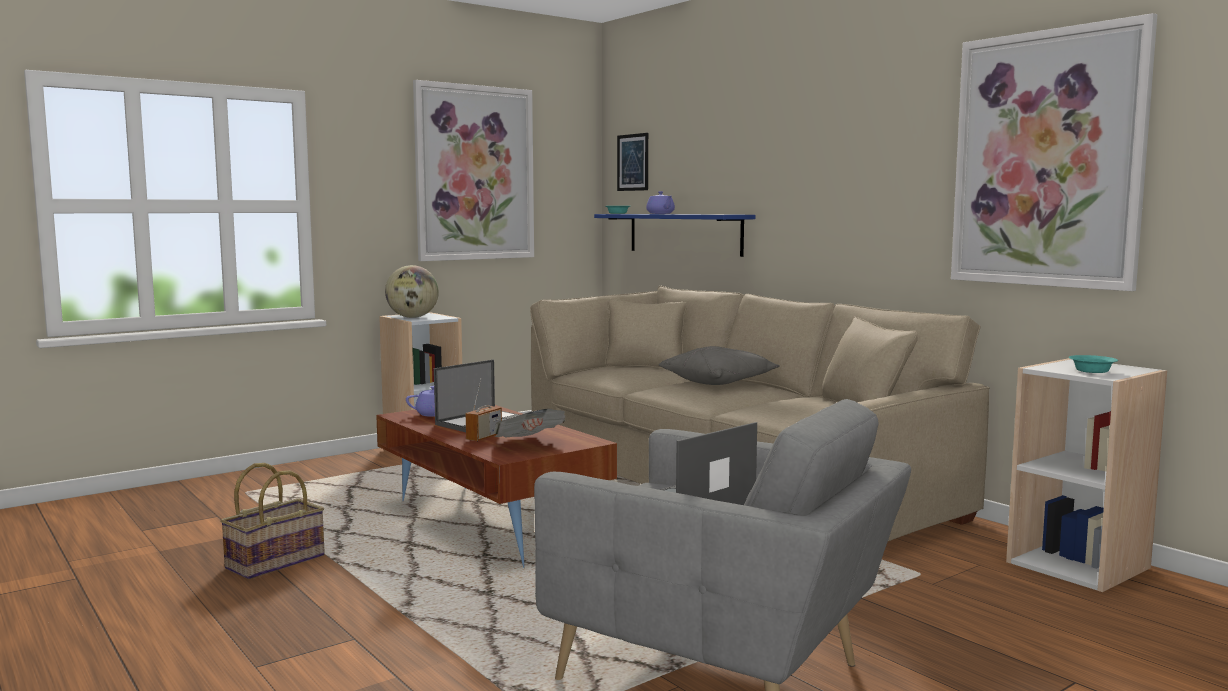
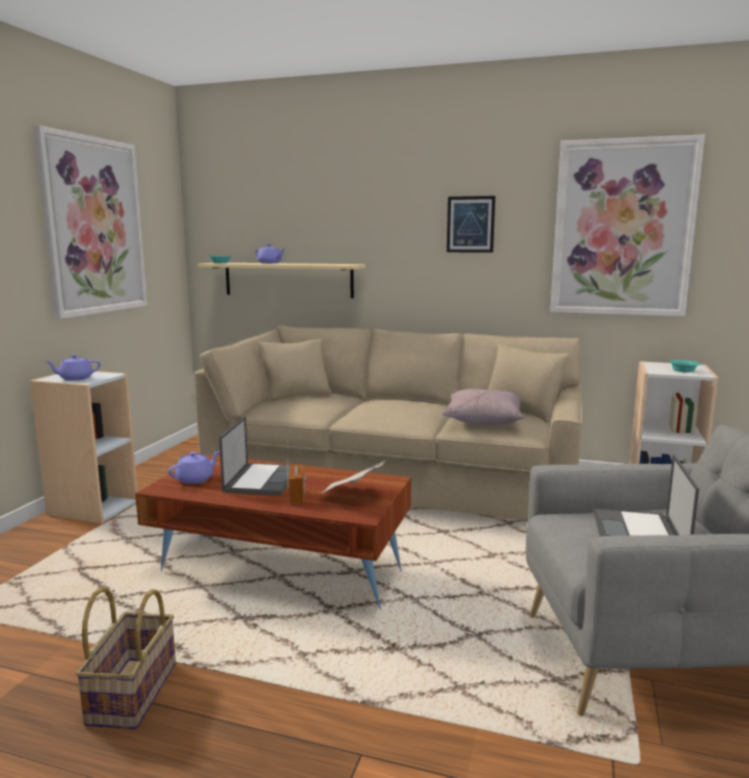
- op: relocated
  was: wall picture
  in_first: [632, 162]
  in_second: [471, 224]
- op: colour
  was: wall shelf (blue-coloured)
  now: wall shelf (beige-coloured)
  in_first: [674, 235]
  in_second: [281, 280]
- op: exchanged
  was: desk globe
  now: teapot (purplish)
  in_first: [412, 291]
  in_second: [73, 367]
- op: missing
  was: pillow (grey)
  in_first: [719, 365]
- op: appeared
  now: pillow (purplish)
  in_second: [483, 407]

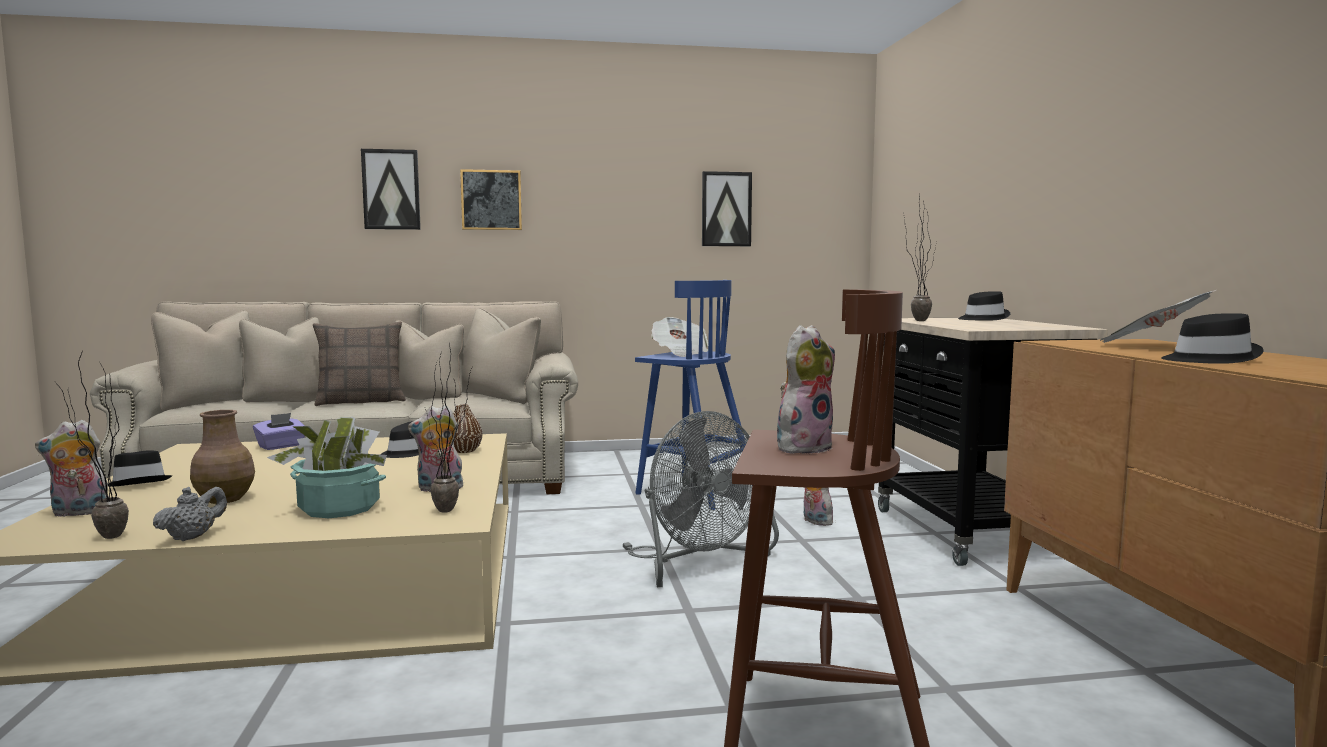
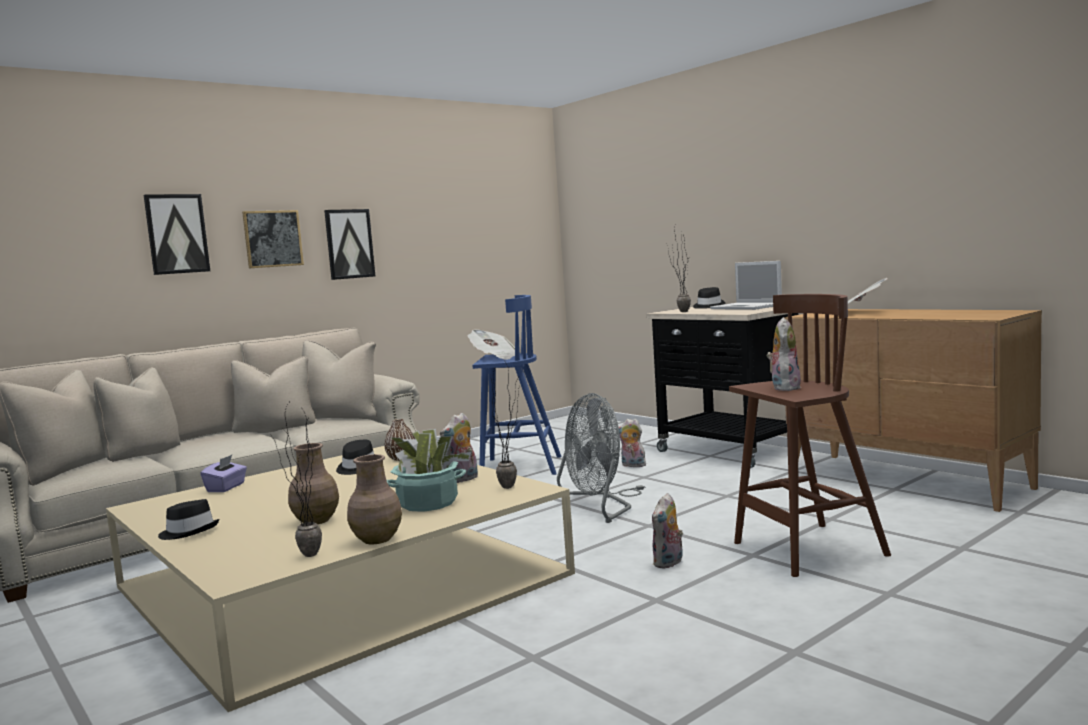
- op: relocated
  was: wall picture
  in_first: [727, 208]
  in_second: [349, 244]
- op: missing
  was: wearable hat (black-coloured)
  in_first: [1212, 338]
- op: missing
  was: pillow
  in_first: [359, 363]
- op: spun
  was: cooling fan (grey)
  in_first: [701, 499]
  in_second: [601, 458]
  clockwise: 135
- op: relocated
  was: plush toy
  in_first: [72, 468]
  in_second: [667, 531]
- op: exchanged
  was: teapot (grey)
  now: flower vase (brown)
  in_first: [190, 514]
  in_second: [374, 499]
- op: appeared
  now: laptop
  in_second: [746, 285]

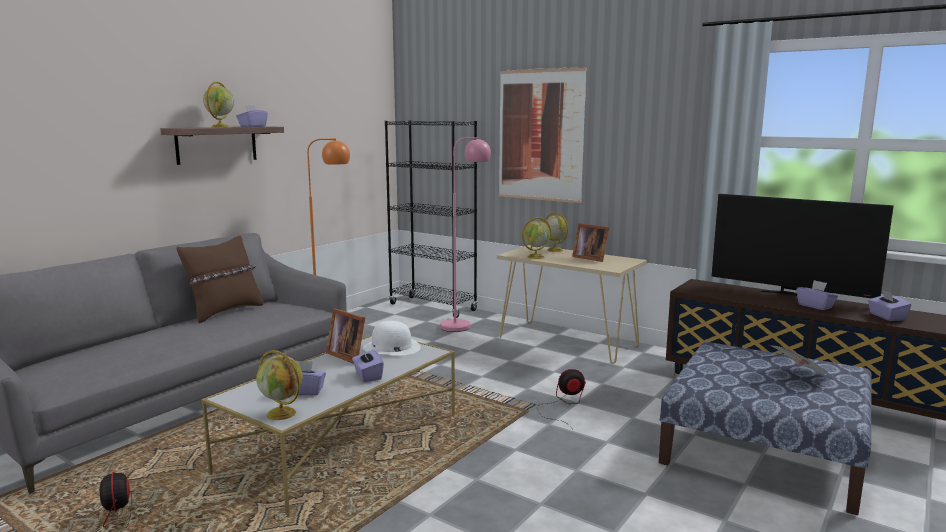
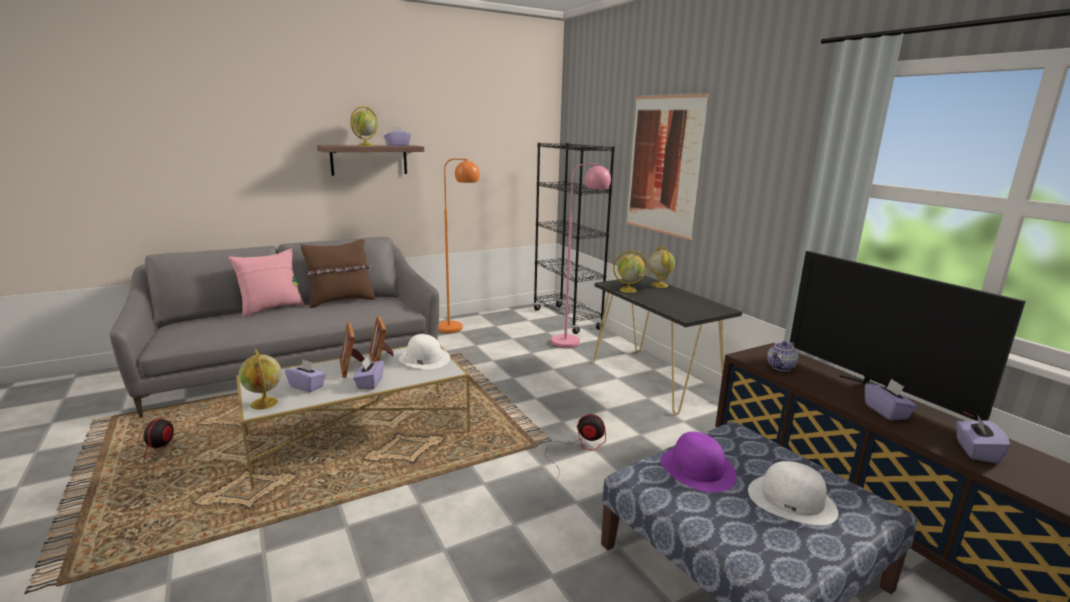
- op: relocated
  was: standing frame
  in_first: [590, 242]
  in_second: [352, 350]
- op: colour
  was: hall table (beige-coloured)
  now: hall table (black-coloured)
  in_first: [572, 304]
  in_second: [667, 345]
- op: exchanged
  was: printed paper
  now: wearable hat (white)
  in_first: [801, 360]
  in_second: [793, 493]
- op: appeared
  now: pillow (pink-coloured)
  in_second: [266, 283]
- op: appeared
  now: teapot
  in_second: [782, 356]
- op: appeared
  now: wearable hat (purplish)
  in_second: [698, 462]

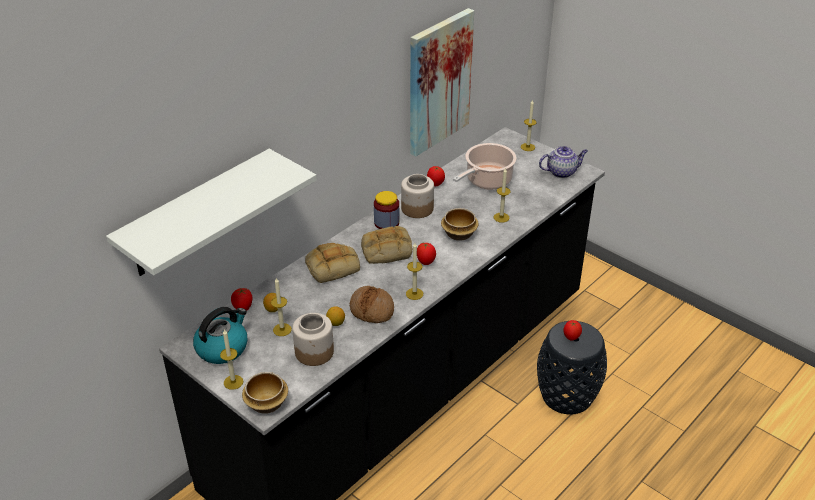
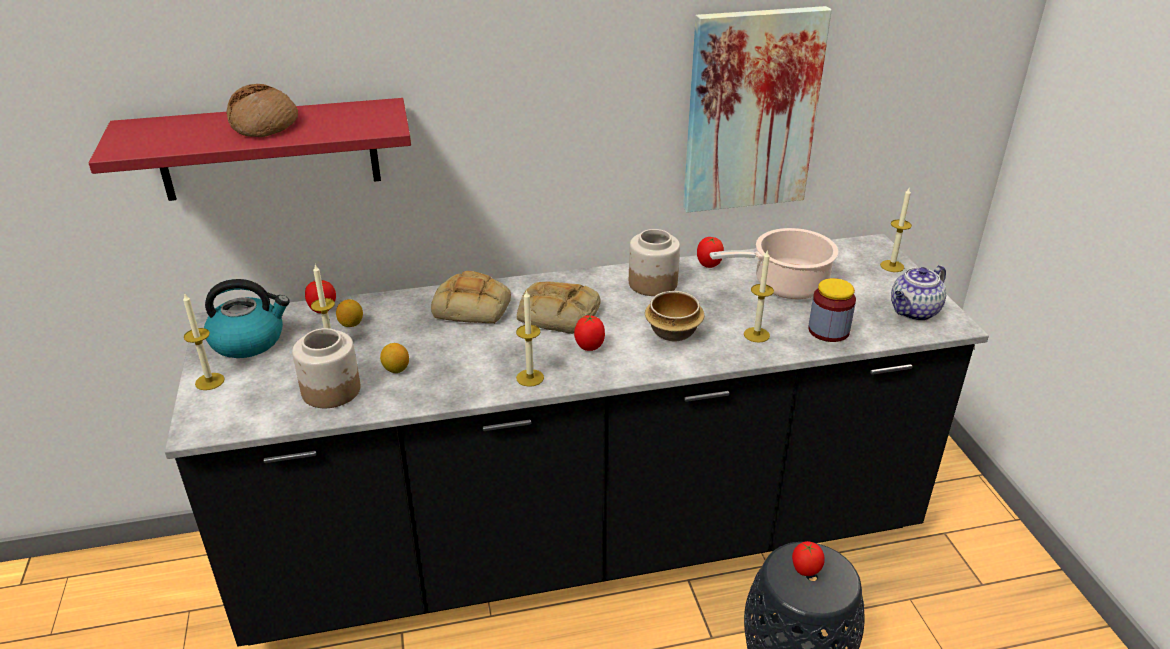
- op: spun
  was: teapot
  in_first: [563, 162]
  in_second: [918, 293]
  clockwise: 120
- op: colour
  was: wall shelf (white)
  now: wall shelf (red)
  in_first: [211, 212]
  in_second: [250, 149]
- op: relocated
  was: preserve jar
  in_first: [386, 210]
  in_second: [832, 310]
- op: relocated
  was: bread
  in_first: [372, 304]
  in_second: [262, 110]
- op: missing
  was: bowl
  in_first: [265, 393]

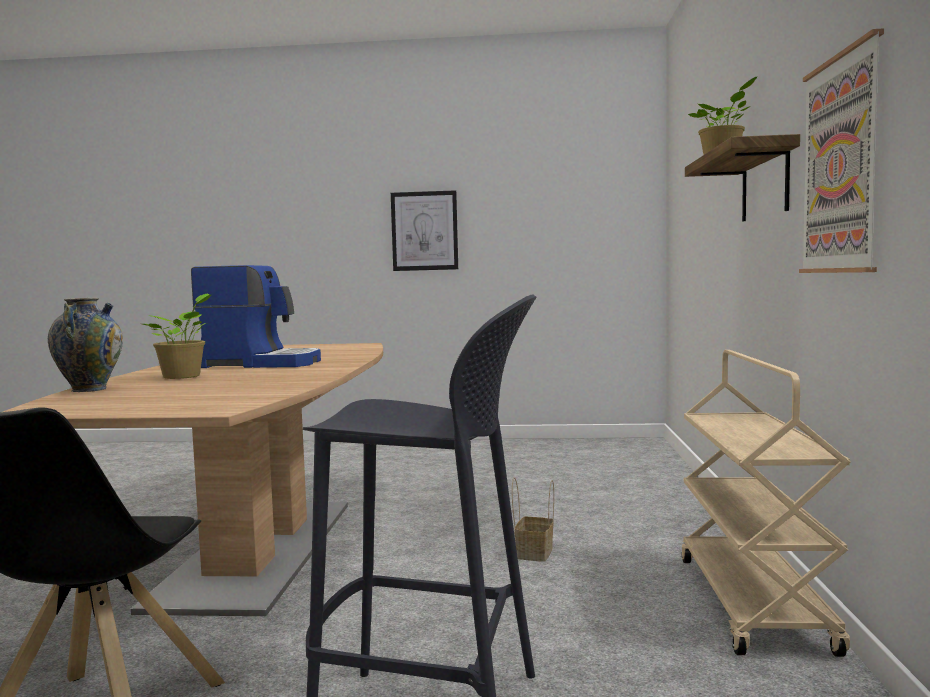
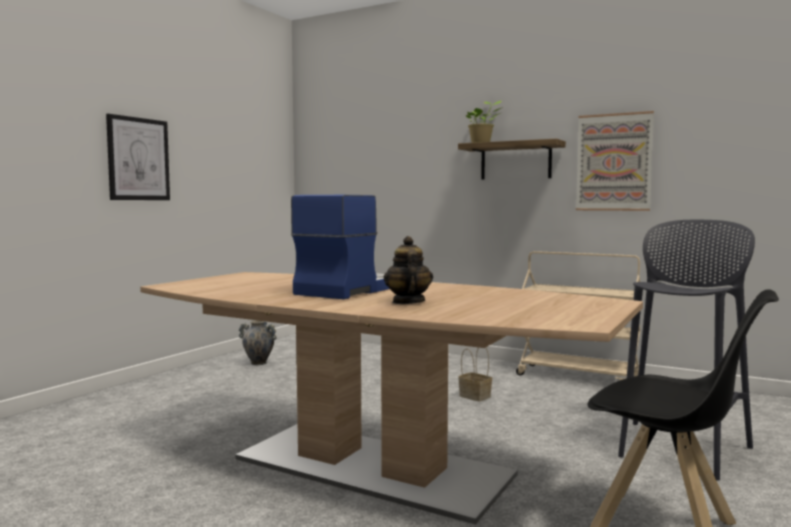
- op: exchanged
  was: houseplant
  now: teapot
  in_first: [177, 336]
  in_second: [408, 270]
- op: relocated
  was: flower vase
  in_first: [85, 345]
  in_second: [258, 342]

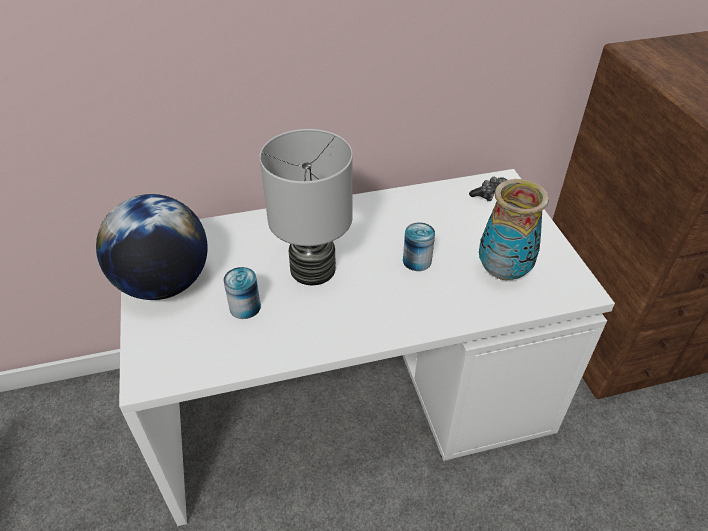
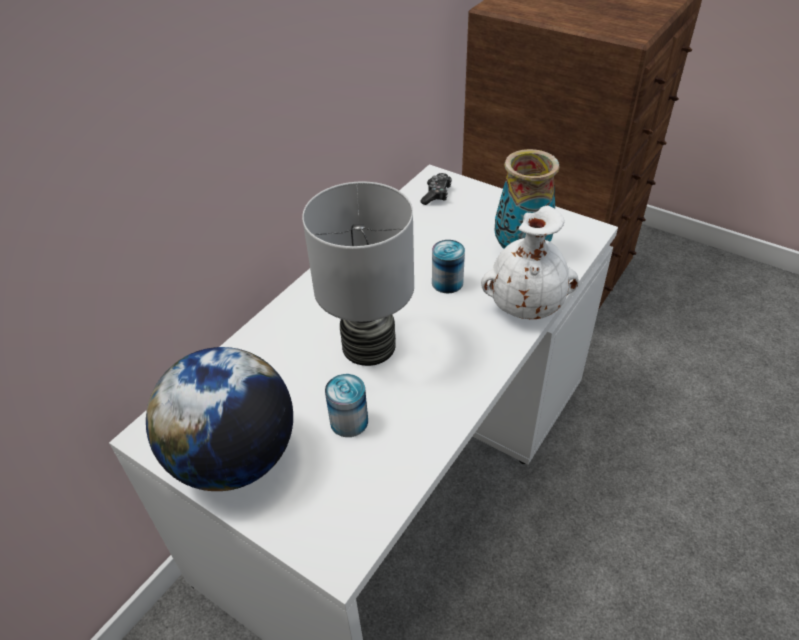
- op: appeared
  now: flower vase (white)
  in_second: [530, 262]

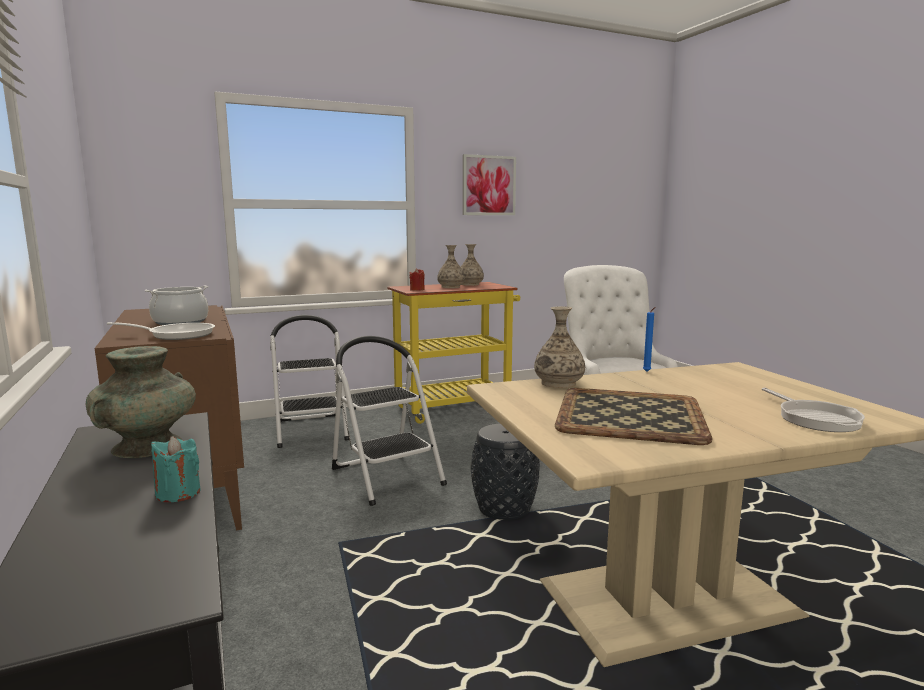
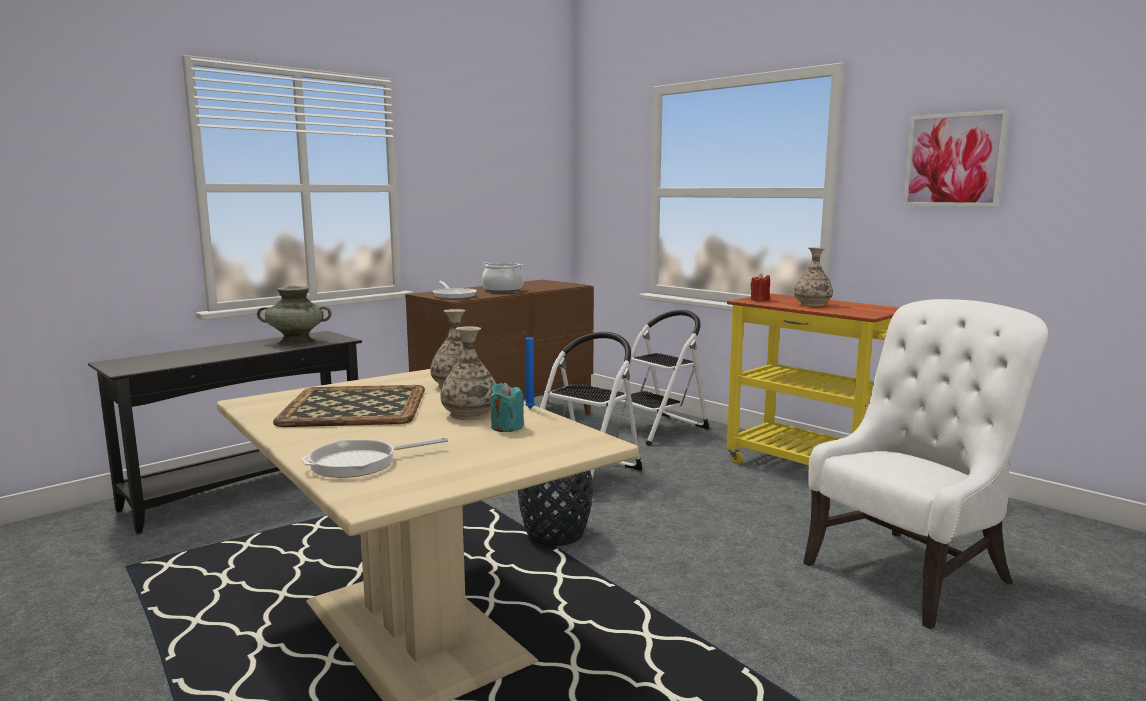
- op: relocated
  was: flower vase
  in_first: [472, 265]
  in_second: [468, 373]
- op: relocated
  was: wax candle (blue-green)
  in_first: [176, 469]
  in_second: [507, 407]

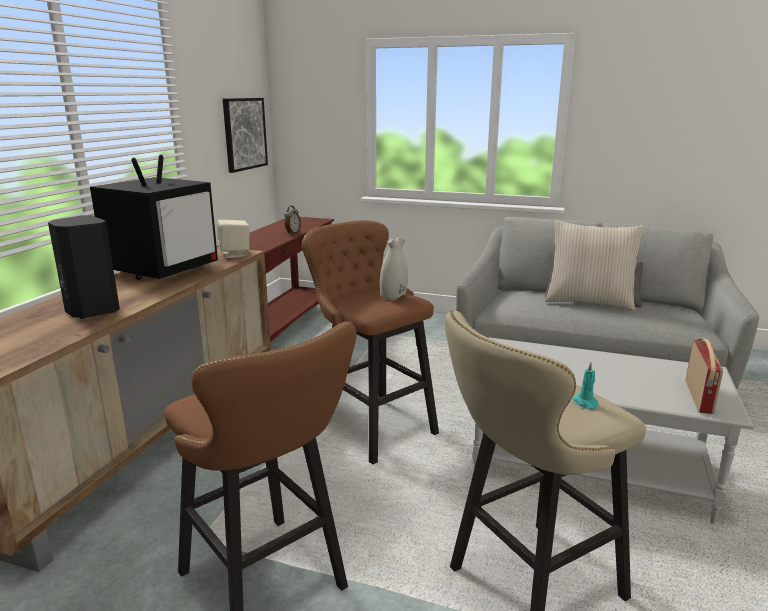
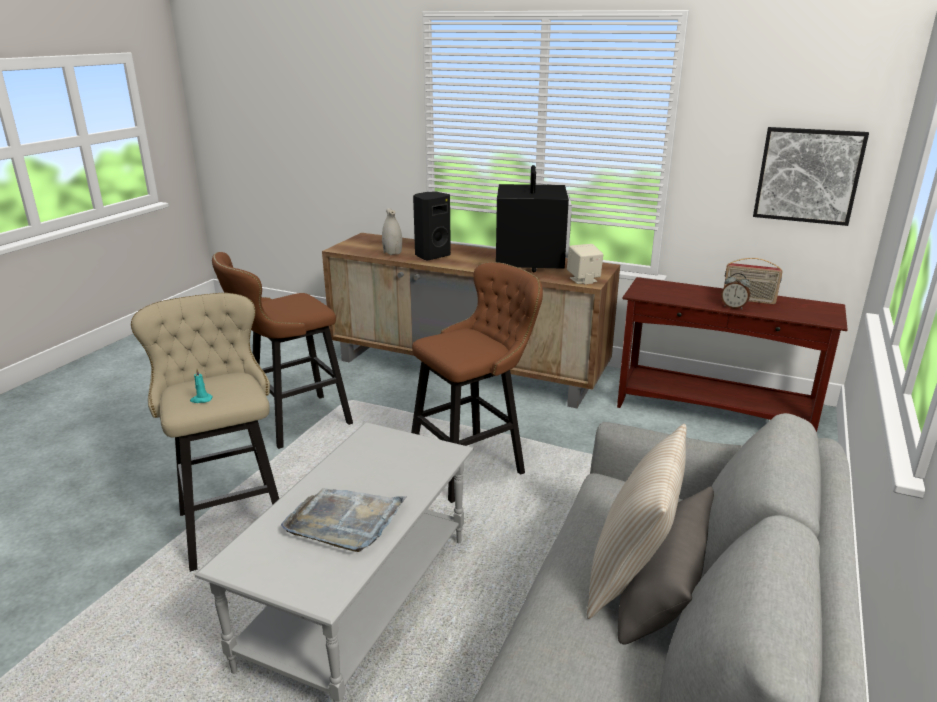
- op: spun
  was: TV set
  in_first: [154, 217]
  in_second: [534, 218]
  clockwise: -120
- op: relocated
  was: flower vase (white)
  in_first: [394, 269]
  in_second: [392, 231]
- op: relocated
  was: radio set
  in_first: [704, 376]
  in_second: [753, 281]
- op: appeared
  now: tray (grey)
  in_second: [344, 520]

